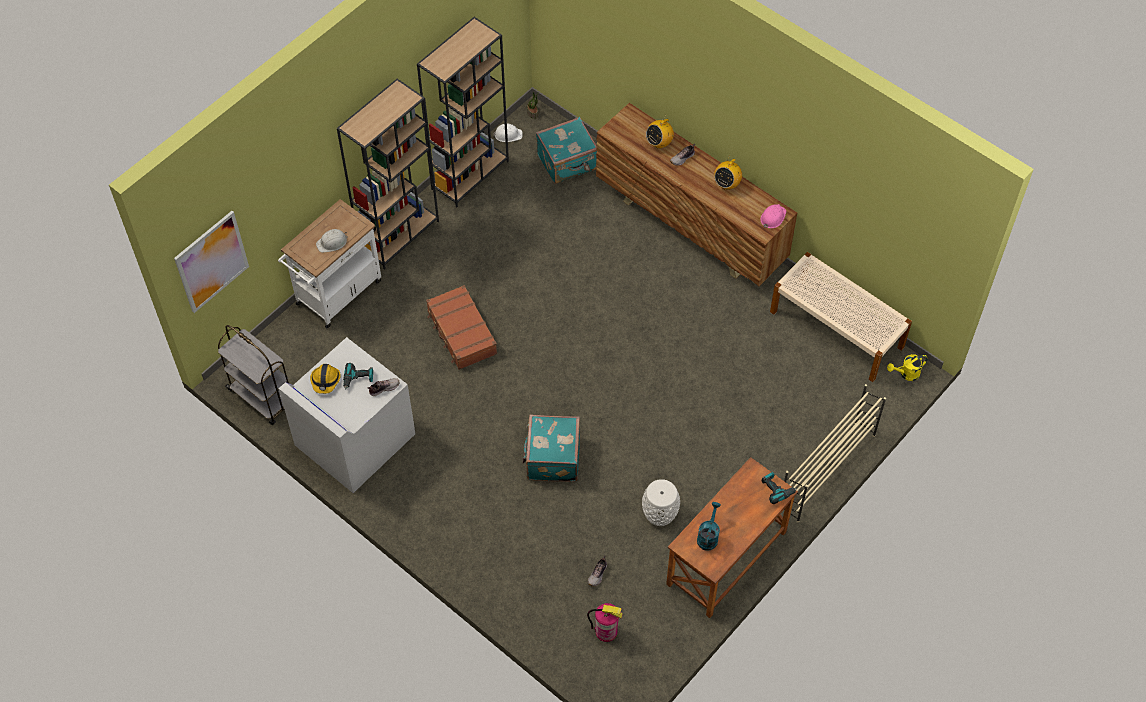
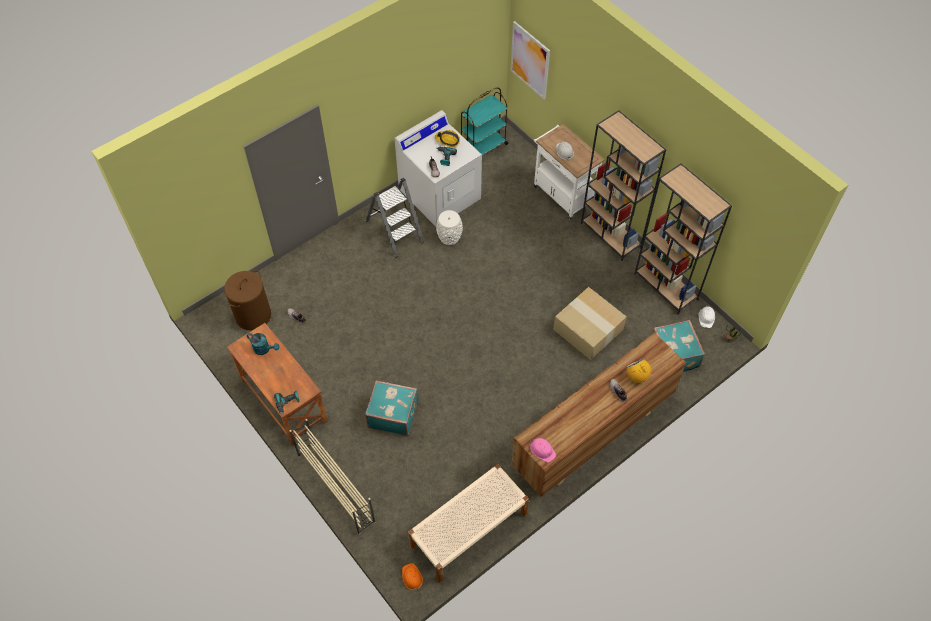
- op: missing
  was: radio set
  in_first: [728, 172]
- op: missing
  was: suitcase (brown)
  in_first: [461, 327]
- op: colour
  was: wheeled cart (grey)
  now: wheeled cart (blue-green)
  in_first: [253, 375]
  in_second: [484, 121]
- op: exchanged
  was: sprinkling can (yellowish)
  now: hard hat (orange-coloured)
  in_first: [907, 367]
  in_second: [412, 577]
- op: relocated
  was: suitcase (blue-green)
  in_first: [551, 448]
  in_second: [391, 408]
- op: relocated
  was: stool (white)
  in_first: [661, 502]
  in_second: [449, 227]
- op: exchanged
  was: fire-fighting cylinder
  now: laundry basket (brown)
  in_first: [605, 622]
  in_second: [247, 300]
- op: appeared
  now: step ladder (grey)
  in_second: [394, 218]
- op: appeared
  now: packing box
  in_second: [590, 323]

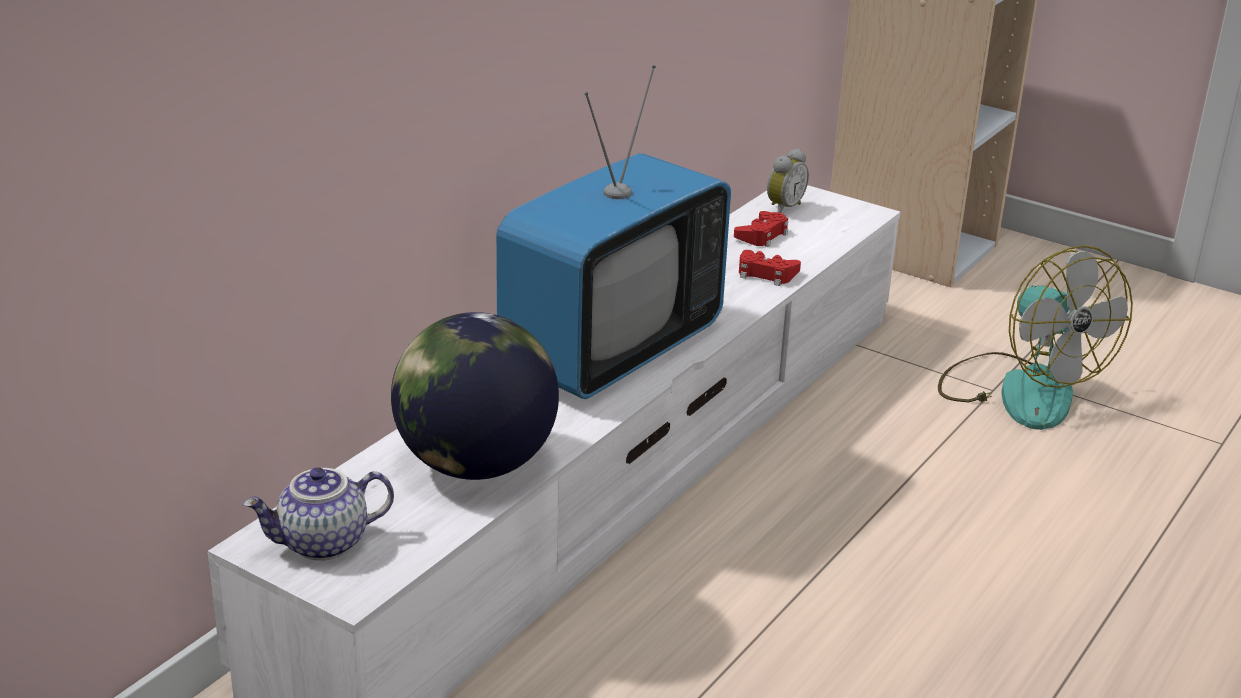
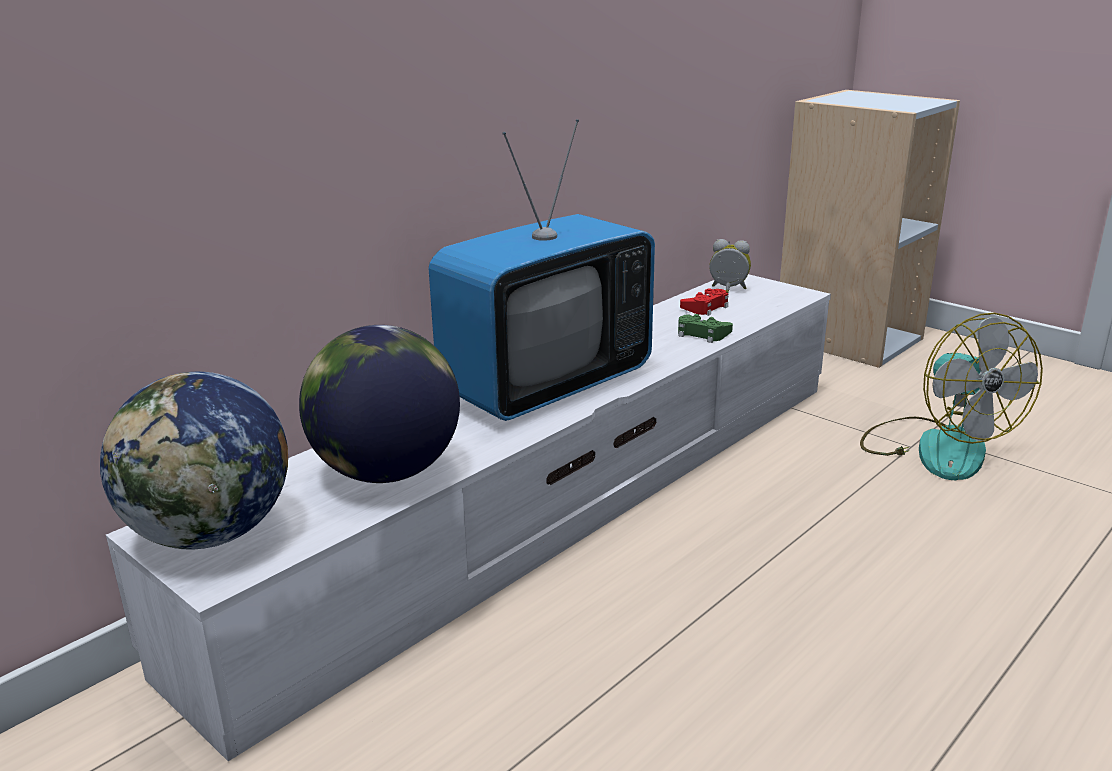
- op: spun
  was: alarm clock
  in_first: [788, 181]
  in_second: [730, 266]
  clockwise: -120
- op: colour
  was: game controller (red)
  now: game controller (greenish)
  in_first: [770, 268]
  in_second: [705, 328]
- op: exchanged
  was: teapot
  now: desk globe
  in_first: [318, 514]
  in_second: [194, 460]

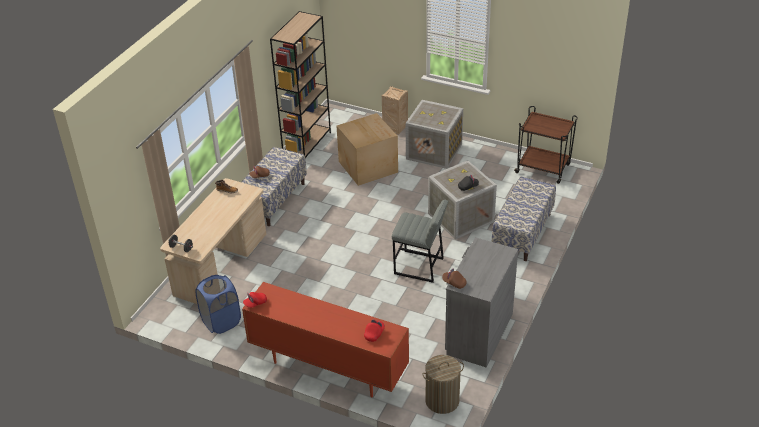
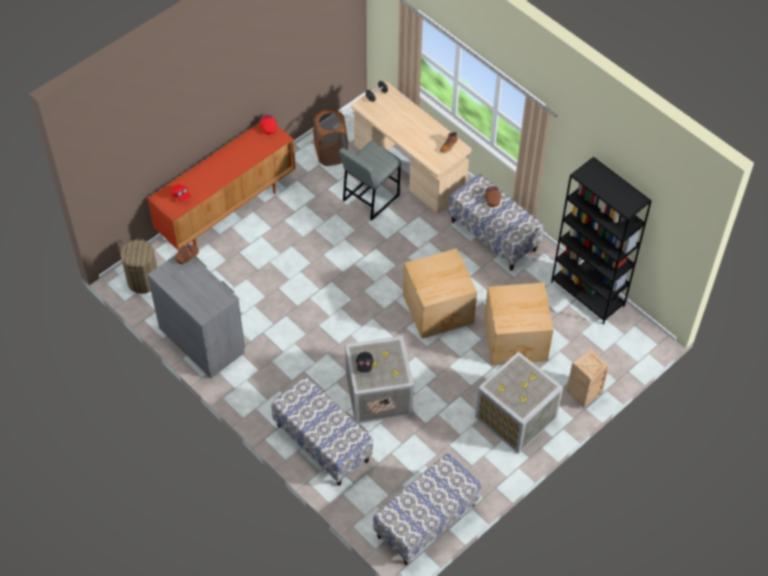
- op: colour
  was: bookshelf (beige-coloured)
  now: bookshelf (black-coloured)
  in_first: [300, 84]
  in_second: [601, 241]
- op: exchanged
  was: wheeled cart (brown)
  now: bench
  in_first: [546, 145]
  in_second: [427, 509]
- op: relocated
  was: chair (grey)
  in_first: [420, 241]
  in_second: [370, 180]
- op: colour
  was: laundry basket (blue-coloured)
  now: laundry basket (brown)
  in_first: [218, 304]
  in_second: [330, 137]
- op: appeared
  now: packing box
  in_second: [440, 293]

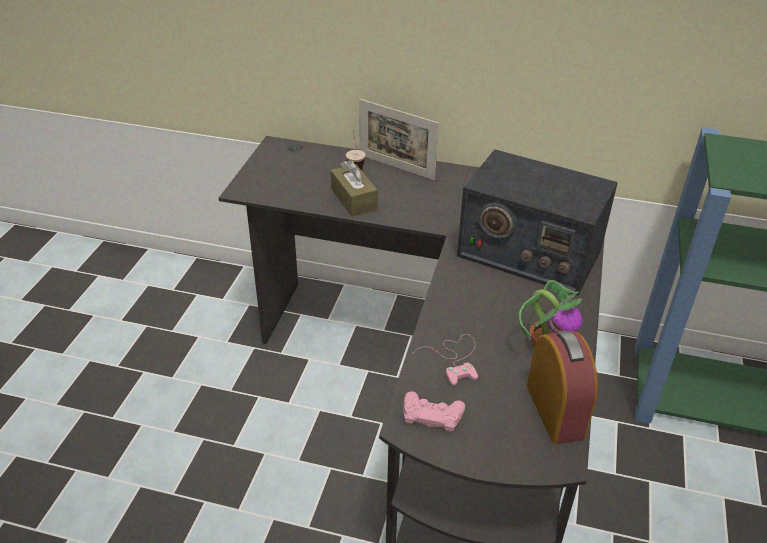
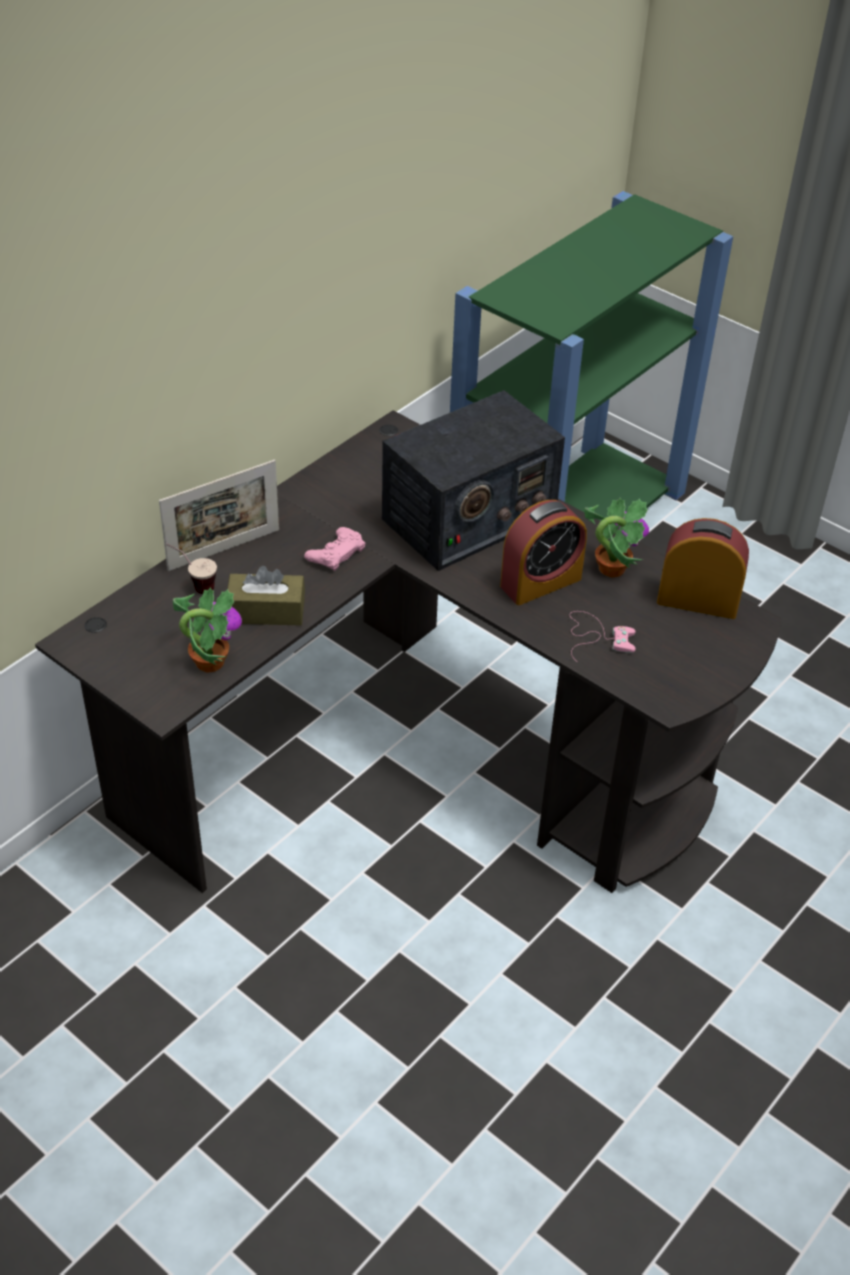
- op: relocated
  was: game controller (pink-coloured)
  in_first: [434, 411]
  in_second: [335, 549]
- op: appeared
  now: alarm clock
  in_second: [543, 552]
- op: appeared
  now: houseplant
  in_second: [207, 630]

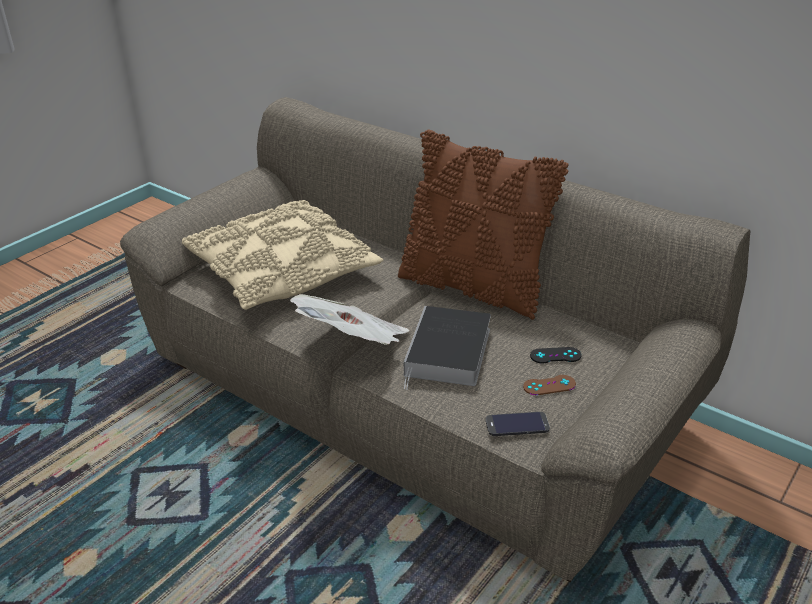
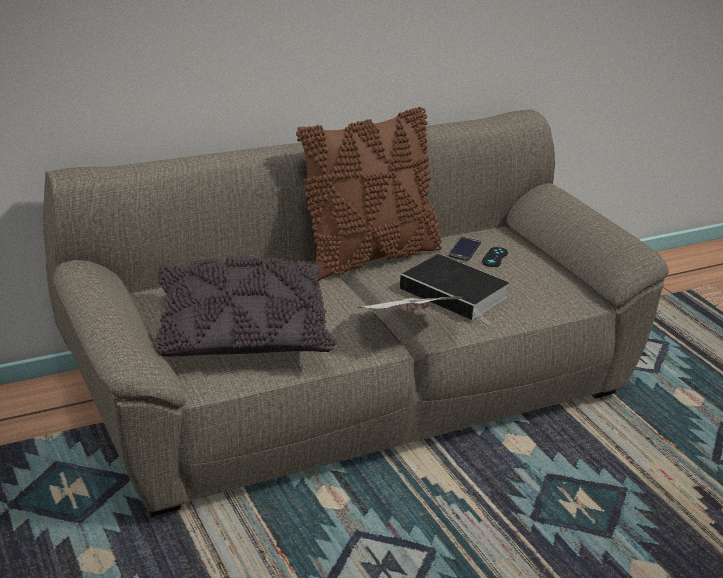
- op: colour
  was: pillow (beige-coloured)
  now: pillow (black-coloured)
  in_first: [283, 255]
  in_second: [246, 305]
- op: missing
  was: game controller (brown)
  in_first: [549, 385]
- op: relocated
  was: phone
  in_first: [518, 424]
  in_second: [465, 249]

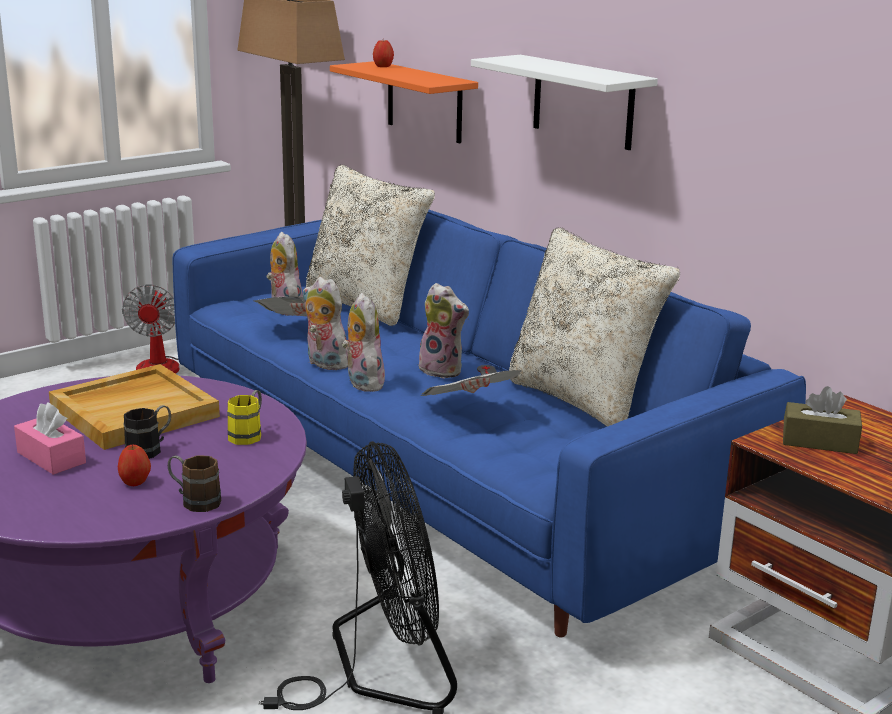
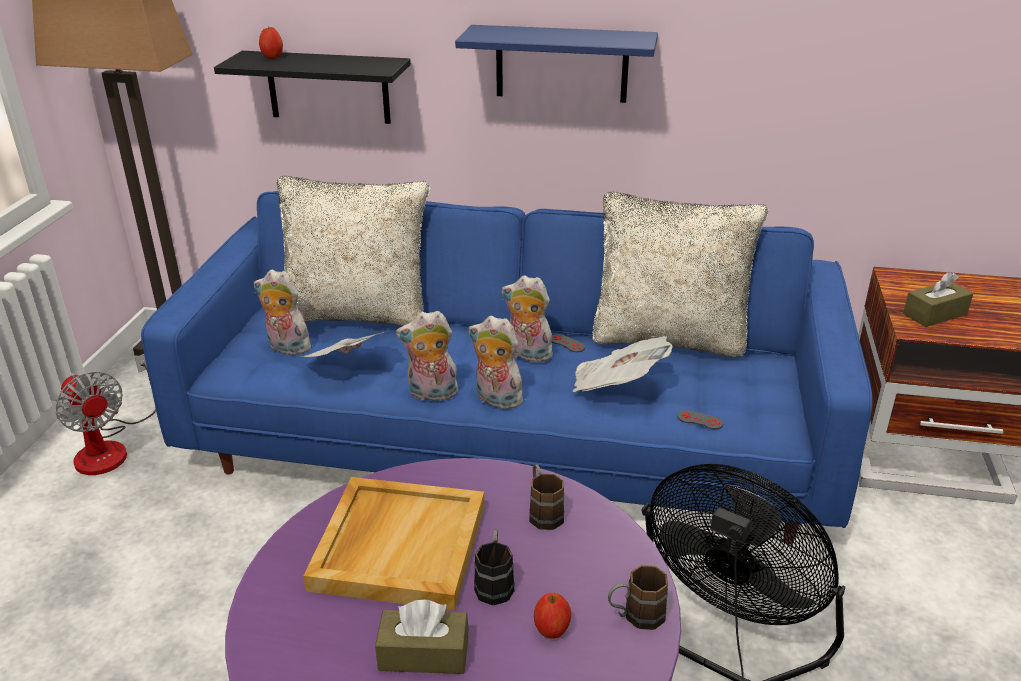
- op: colour
  was: wall shelf (white)
  now: wall shelf (blue-coloured)
  in_first: [564, 102]
  in_second: [556, 64]
- op: colour
  was: wall shelf (orange-coloured)
  now: wall shelf (black-coloured)
  in_first: [404, 102]
  in_second: [312, 87]
- op: spun
  was: plush toy
  in_first: [444, 331]
  in_second: [527, 319]
  clockwise: -150
- op: colour
  was: tea mug (yellowish)
  now: tea mug (brown)
  in_first: [244, 417]
  in_second: [547, 497]
- op: colour
  was: tissue box (pink-coloured)
  now: tissue box (brown)
  in_first: [50, 438]
  in_second: [422, 637]
- op: appeared
  now: game controller (grey)
  in_second: [700, 419]

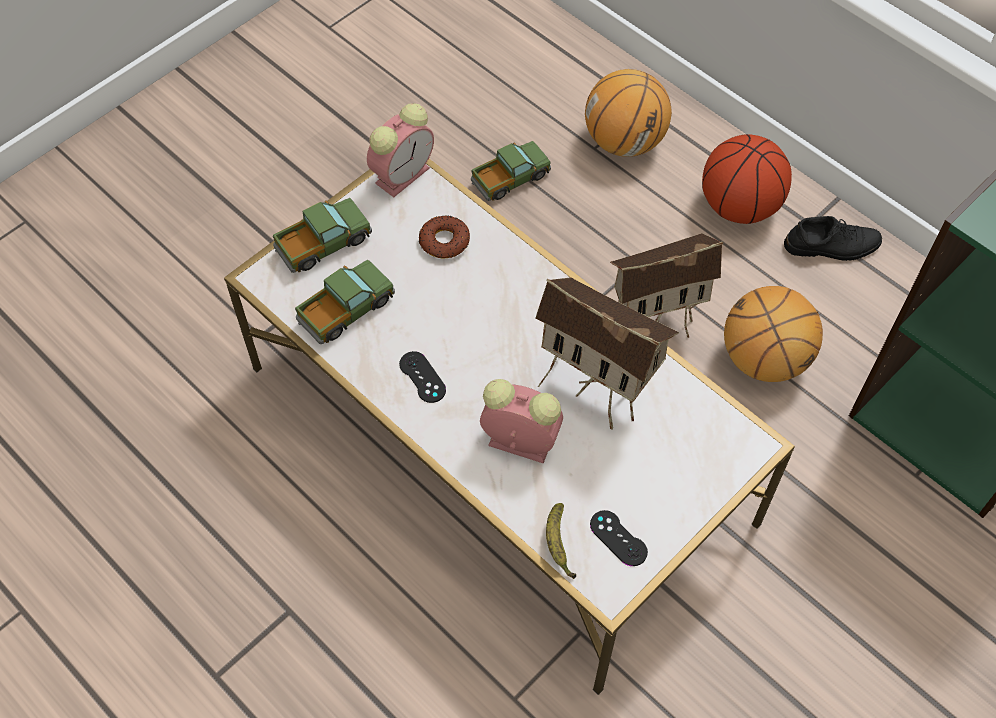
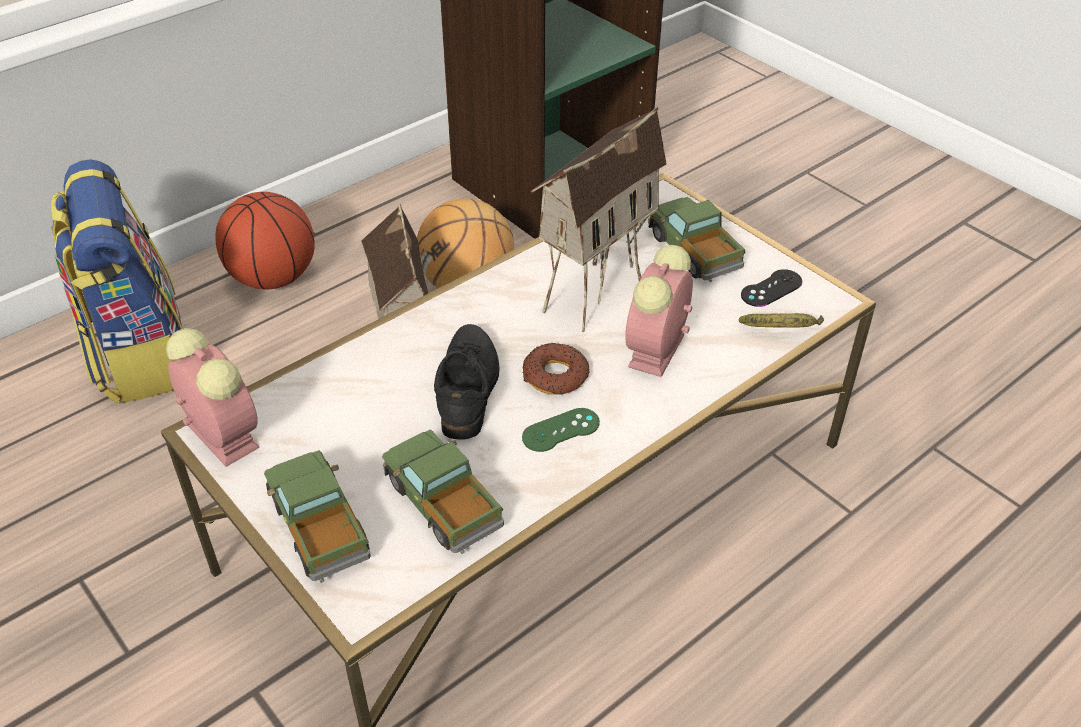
- op: exchanged
  was: basketball
  now: rucksack
  in_first: [628, 113]
  in_second: [116, 281]
- op: relocated
  was: model truck
  in_first: [511, 171]
  in_second: [697, 239]
- op: relocated
  was: ring doughnut
  in_first: [444, 237]
  in_second: [556, 369]
- op: relocated
  was: low shoe (black-coloured)
  in_first: [833, 238]
  in_second: [466, 381]
- op: colour
  was: game controller (black-coloured)
  now: game controller (greenish)
  in_first: [422, 377]
  in_second: [561, 430]

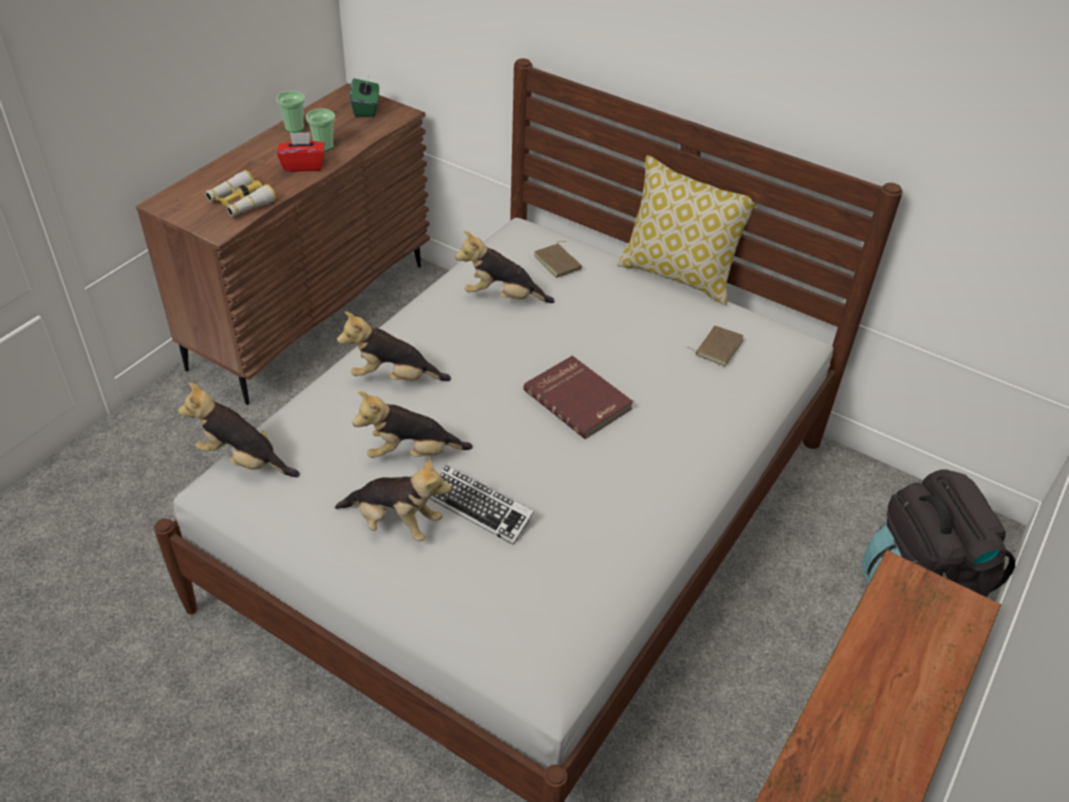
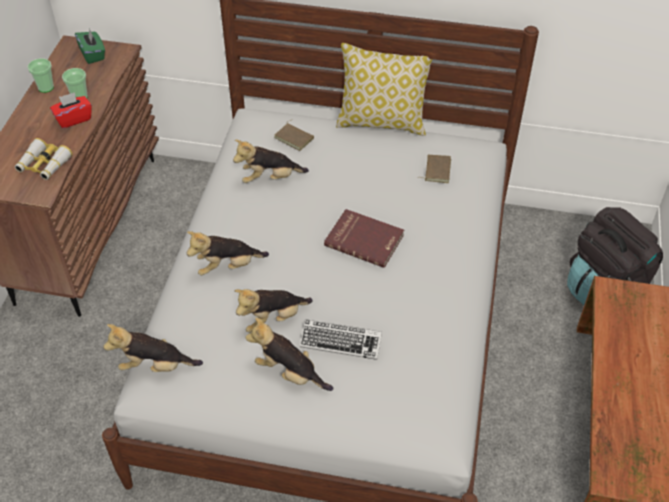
- op: spun
  was: plush toy
  in_first: [393, 498]
  in_second: [289, 354]
  clockwise: -150

